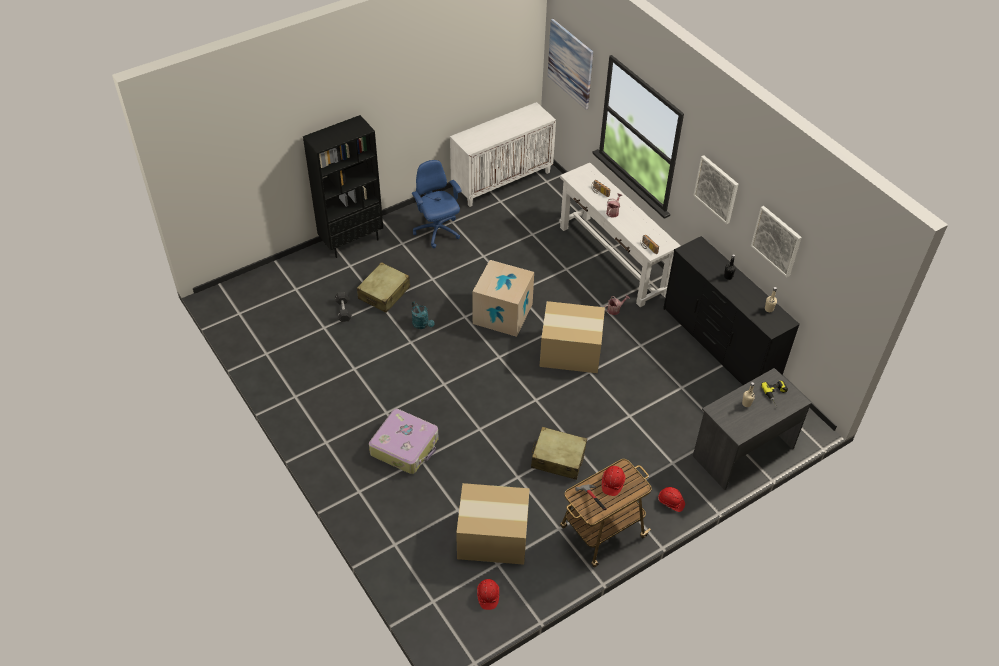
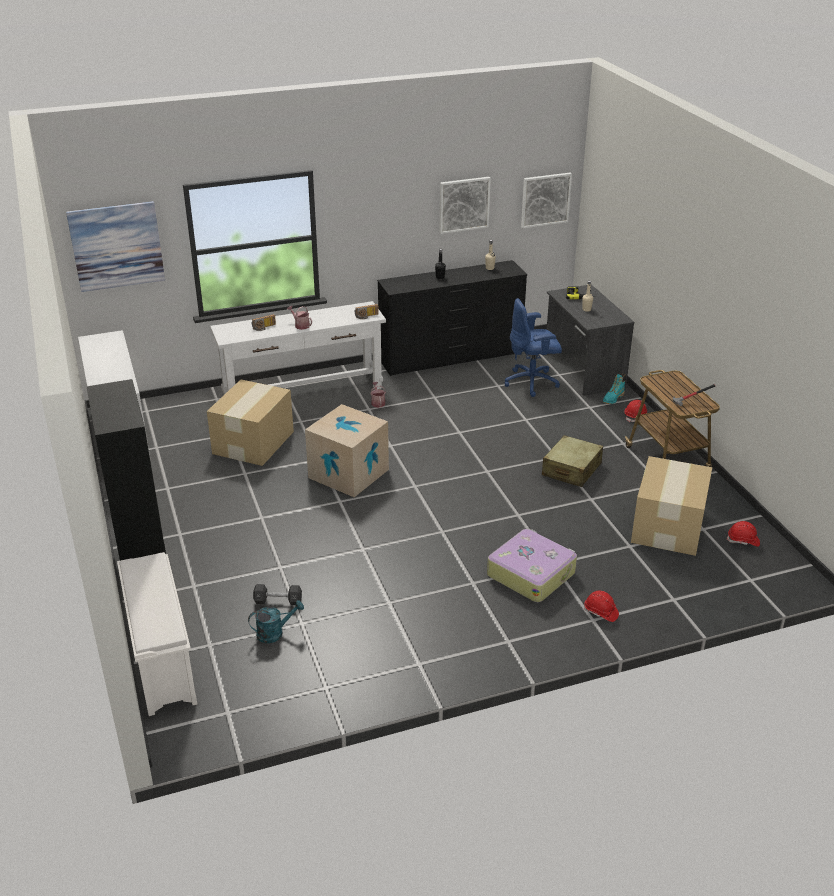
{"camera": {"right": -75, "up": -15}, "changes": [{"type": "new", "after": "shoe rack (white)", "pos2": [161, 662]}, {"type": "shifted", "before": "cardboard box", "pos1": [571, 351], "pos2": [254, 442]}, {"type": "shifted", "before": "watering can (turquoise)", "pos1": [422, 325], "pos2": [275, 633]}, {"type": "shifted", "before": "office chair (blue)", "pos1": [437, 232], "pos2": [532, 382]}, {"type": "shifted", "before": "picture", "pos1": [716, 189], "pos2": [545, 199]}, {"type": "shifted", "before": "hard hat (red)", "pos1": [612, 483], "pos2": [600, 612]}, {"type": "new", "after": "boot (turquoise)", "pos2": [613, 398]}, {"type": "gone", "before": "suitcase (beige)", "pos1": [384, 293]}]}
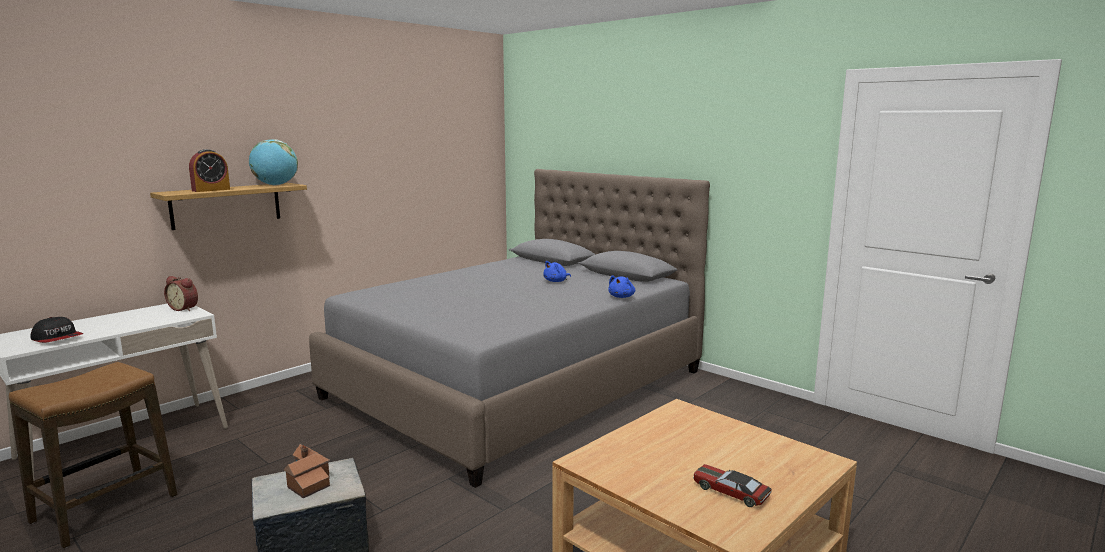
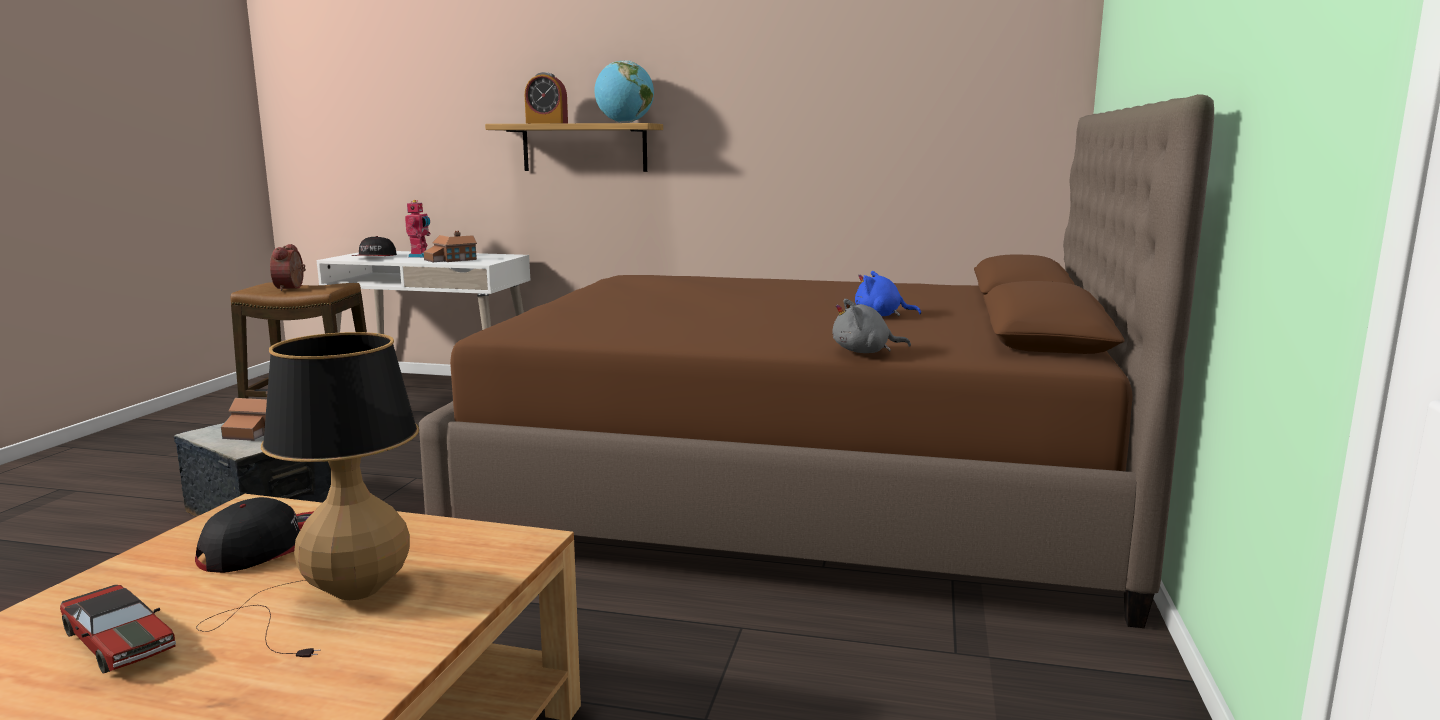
{"camera": {"right": 60, "up": 0}, "changes": [{"type": "rotated", "before": "toy car", "pos1": [730, 491], "pos2": [119, 642], "turn": 120}, {"type": "new", "after": "cap", "pos2": [269, 546]}, {"type": "new", "after": "table lamp", "pos2": [338, 597]}, {"type": "shifted", "before": "alarm clock", "pos1": [185, 308], "pos2": [292, 288]}, {"type": "new", "after": "toy robot", "pos2": [420, 256]}, {"type": "repainted", "before": "bed (grey)", "after": "bed (brown)", "pos1": [518, 384], "pos2": [799, 490]}, {"type": "new", "after": "toy house", "pos2": [450, 260]}, {"type": "repainted", "before": "plush toy (blue)", "after": "plush toy (grey)", "pos1": [622, 297], "pos2": [864, 352]}]}
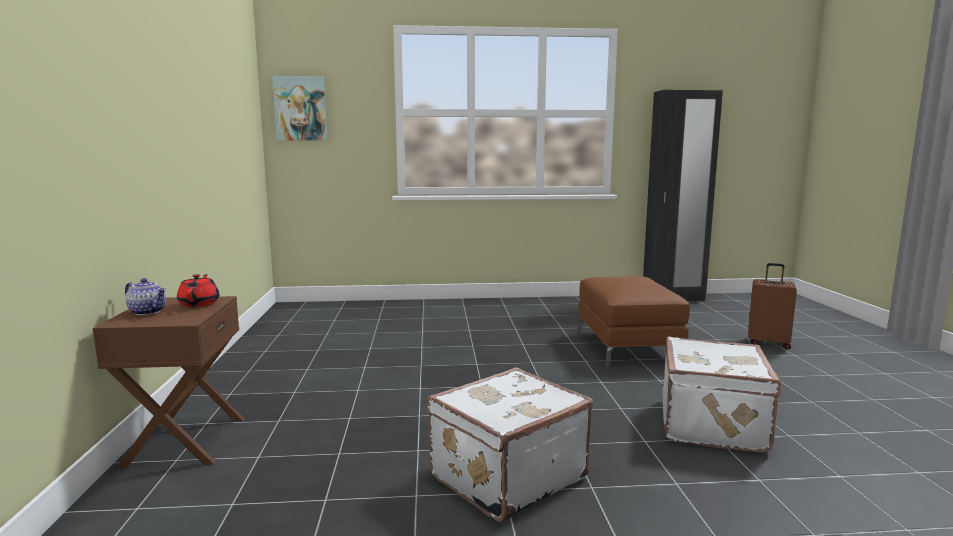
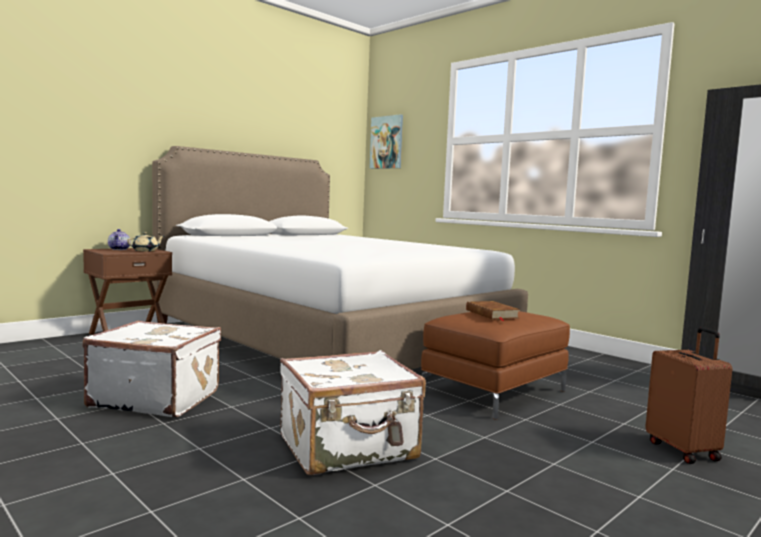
{"camera": {"right": 50, "up": -5}, "changes": [{"type": "repainted", "before": "teapot (red)", "after": "teapot (beige)", "pos1": [199, 303], "pos2": [146, 251]}, {"type": "new", "after": "bed (white)", "pos2": [327, 340]}, {"type": "new", "after": "book (brown)", "pos2": [491, 314]}]}
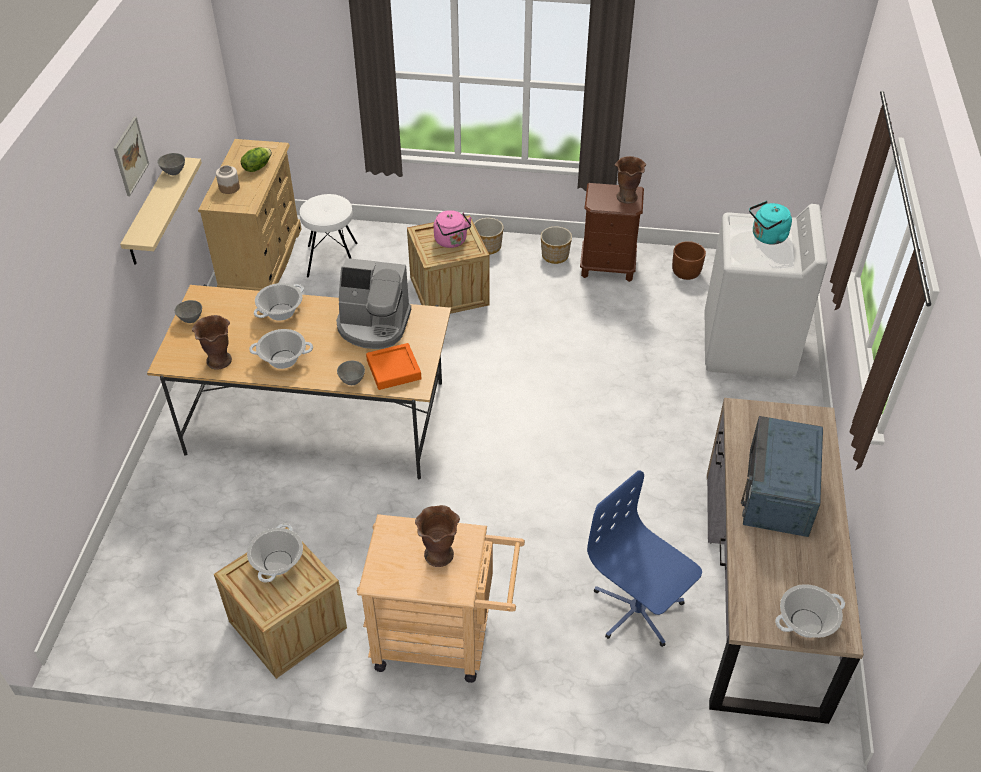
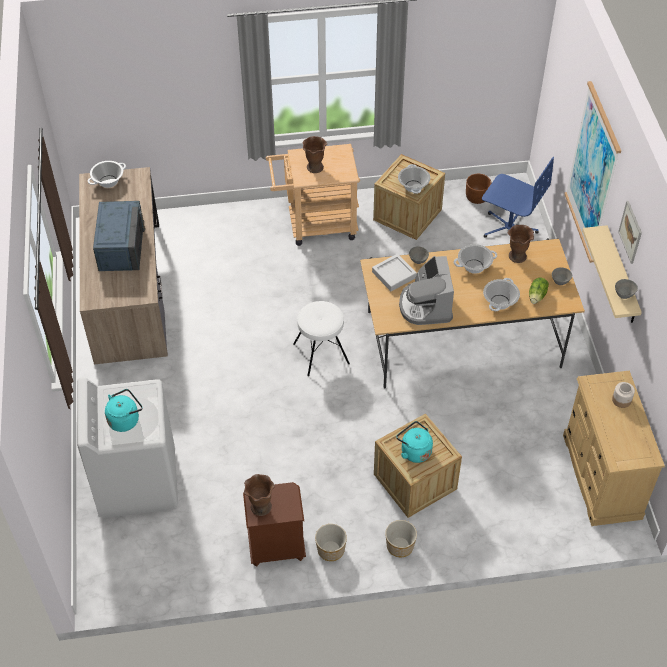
{"camera": {"right": 165, "up": 5}, "changes": [{"type": "shifted", "before": "stool (white)", "pos1": [332, 260], "pos2": [321, 353]}, {"type": "repainted", "before": "tray (orange)", "after": "tray (grey)", "pos1": [394, 370], "pos2": [394, 275]}, {"type": "repainted", "before": "kettle (pink)", "after": "kettle (turquoise)", "pos1": [452, 241], "pos2": [414, 451]}, {"type": "rotated", "before": "coffee machine", "pos1": [373, 325], "pos2": [426, 306], "turn": -90}, {"type": "shifted", "before": "planter (brown)", "pos1": [686, 272], "pos2": [477, 197]}, {"type": "shifted", "before": "office chair (blue)", "pos1": [637, 610], "pos2": [509, 228]}, {"type": "shifted", "before": "lettuce", "pos1": [257, 167], "pos2": [537, 296]}, {"type": "new", "after": "picture", "pos2": [592, 173]}]}
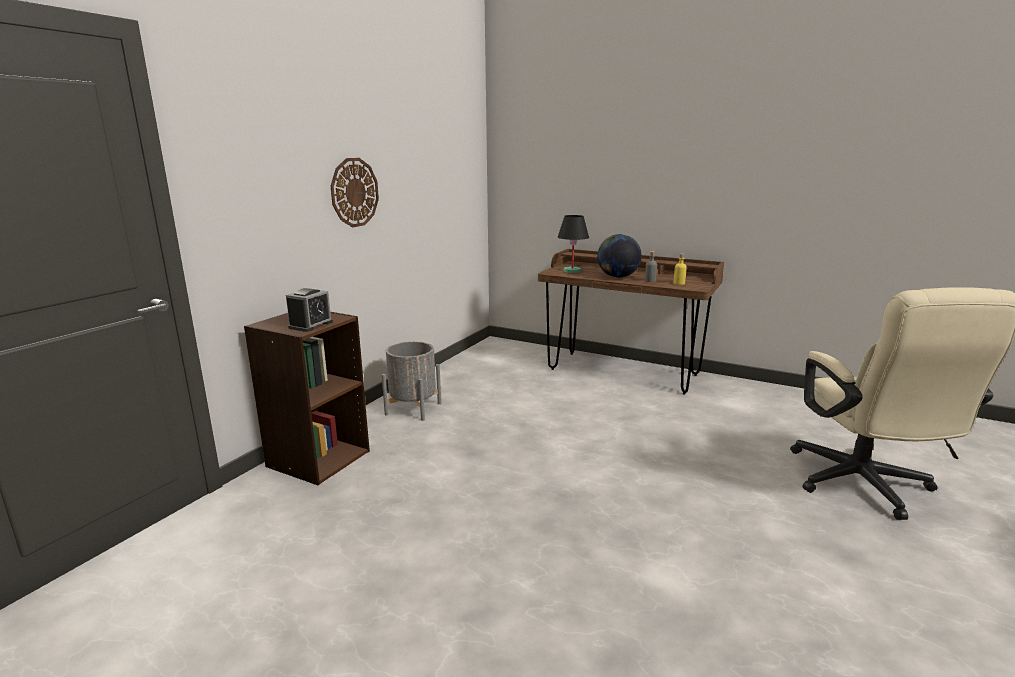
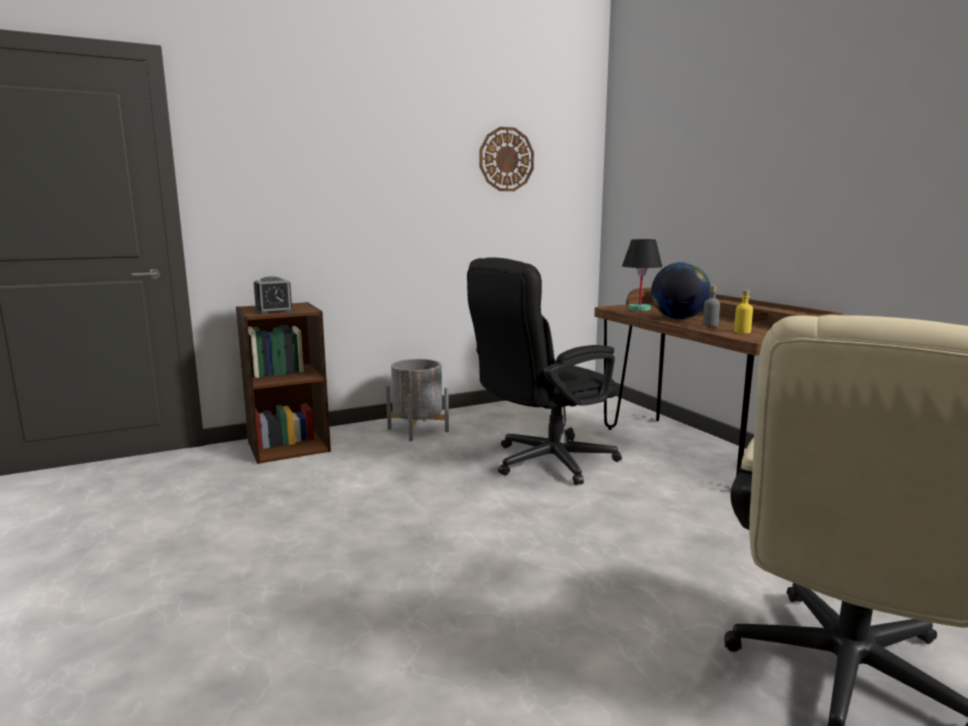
{"camera": {"right": 35, "up": -5}, "changes": [{"type": "new", "after": "office chair (black)", "pos2": [543, 463]}, {"type": "shifted", "before": "wall clock", "pos1": [354, 192], "pos2": [506, 159]}]}
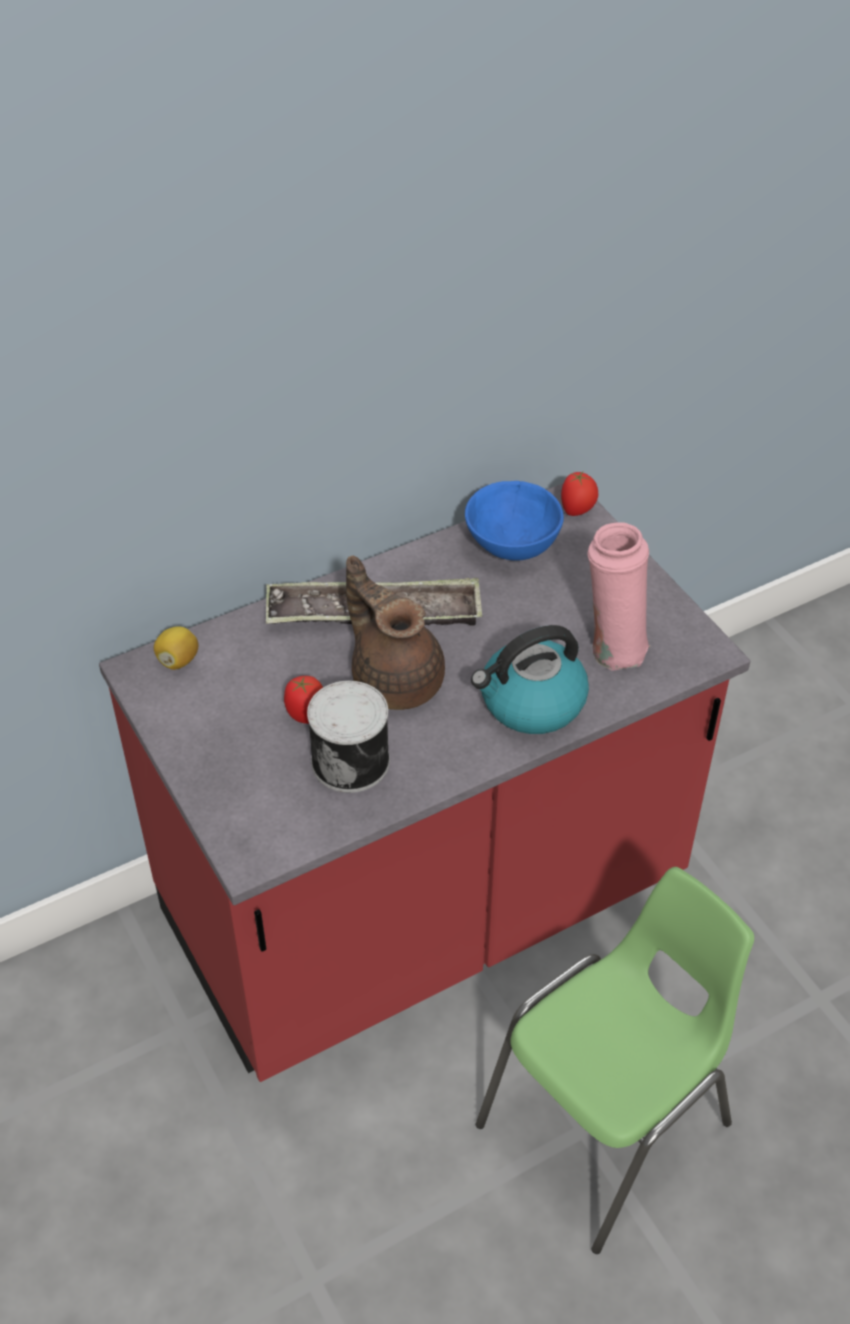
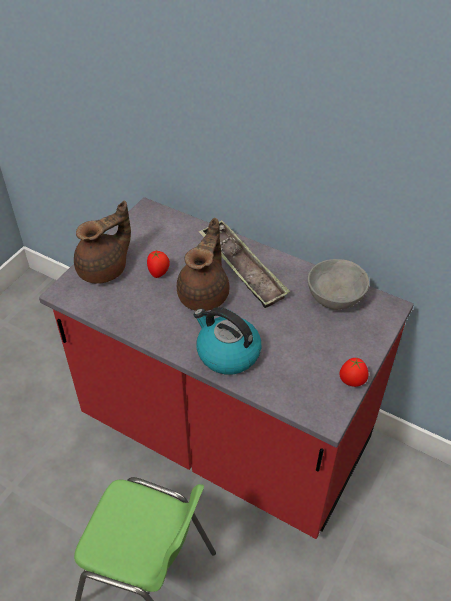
{"camera": {"right": 60, "up": 0}, "changes": [{"type": "new", "after": "teapot (brown)", "pos2": [105, 269]}, {"type": "repainted", "before": "bowl (blue)", "after": "bowl (grey)", "pos1": [511, 546], "pos2": [334, 298]}, {"type": "shifted", "before": "tomato", "pos1": [577, 510], "pos2": [352, 382]}, {"type": "gone", "before": "lemon", "pos1": [178, 660]}, {"type": "gone", "before": "can", "pos1": [352, 760]}, {"type": "gone", "before": "vase (pink)", "pos1": [613, 647]}]}
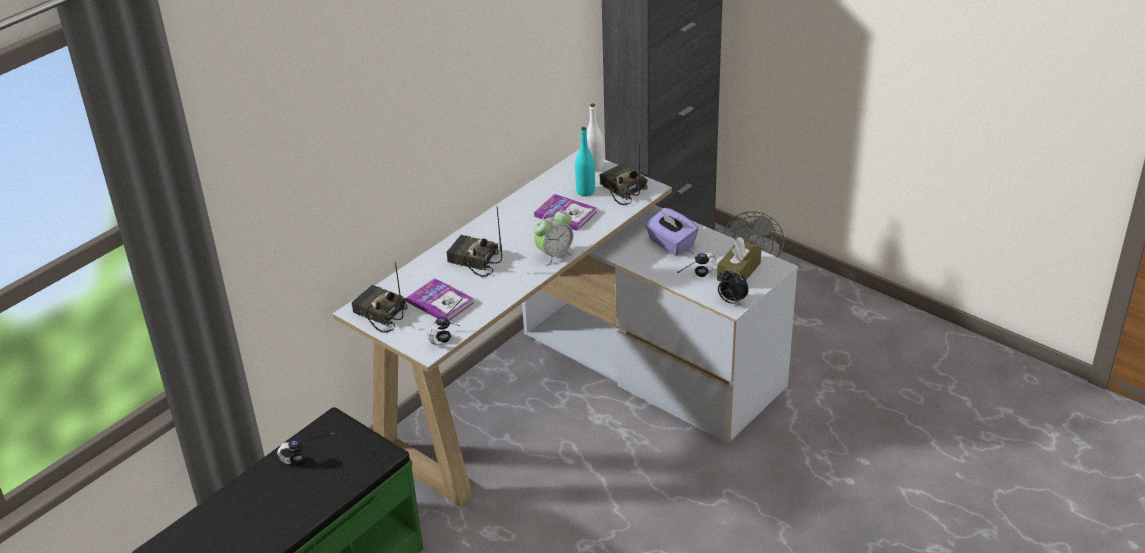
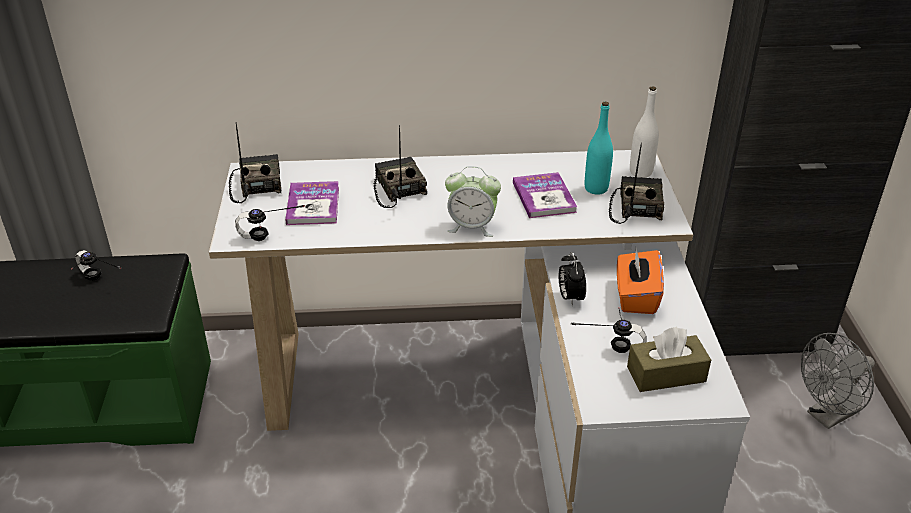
{"camera": {"right": 45, "up": 0}, "changes": [{"type": "shifted", "before": "alarm clock", "pos1": [731, 301], "pos2": [570, 297]}, {"type": "repainted", "before": "tissue box (purple)", "after": "tissue box (orange)", "pos1": [670, 243], "pos2": [636, 297]}]}
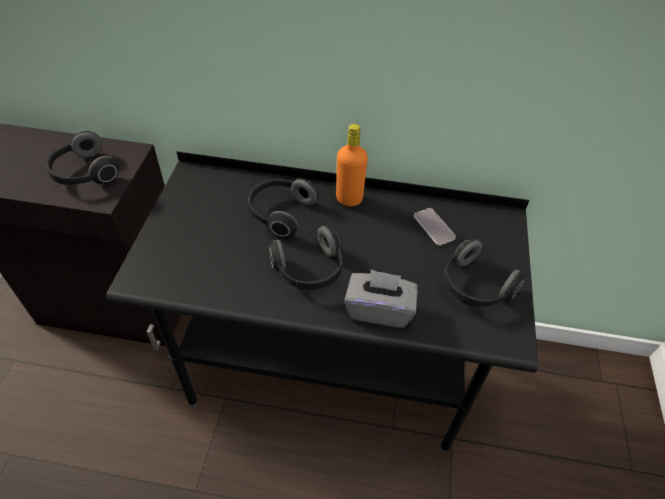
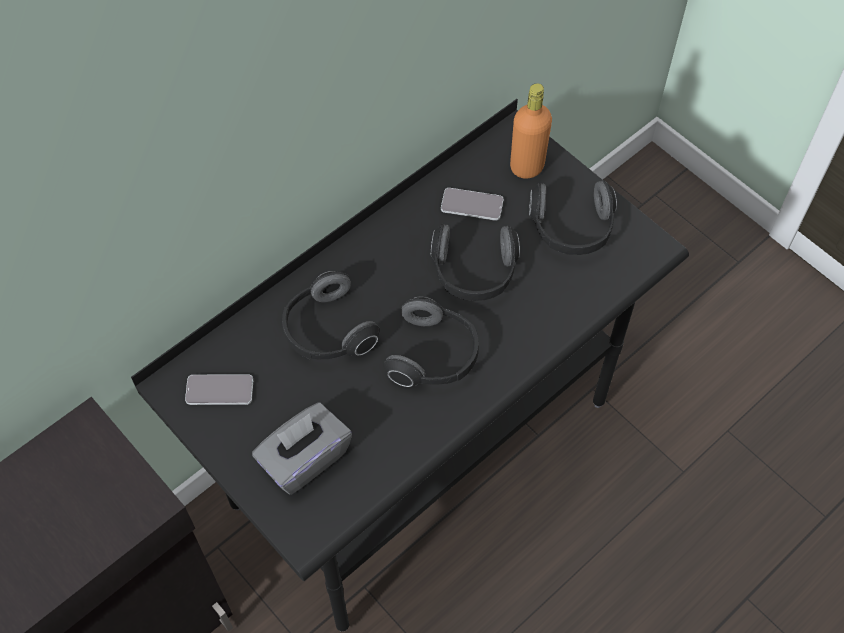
{"camera": {"right": -50, "up": 10}, "changes": [{"type": "new", "after": "phone", "pos2": [219, 390]}, {"type": "shifted", "before": "tissue box (grey)", "pos1": [379, 310], "pos2": [304, 459]}, {"type": "shifted", "before": "headphones", "pos1": [84, 173], "pos2": [474, 274]}, {"type": "shifted", "before": "bottle (orange)", "pos1": [349, 199], "pos2": [527, 167]}]}
